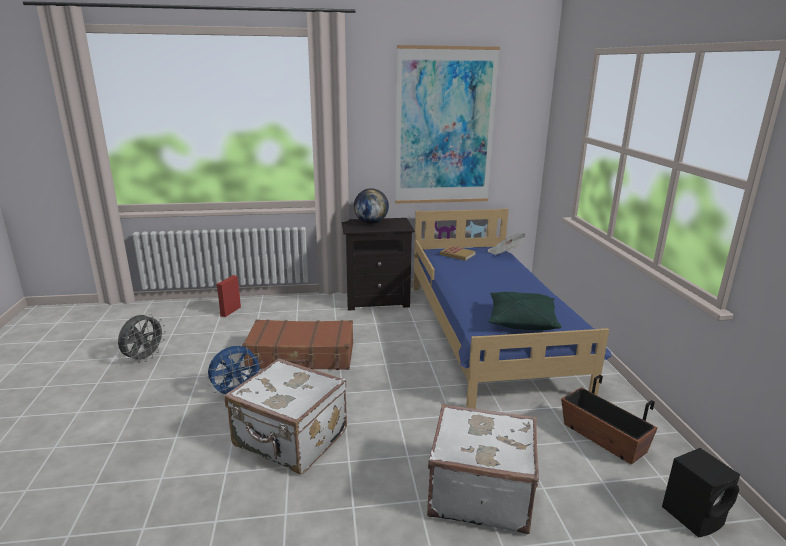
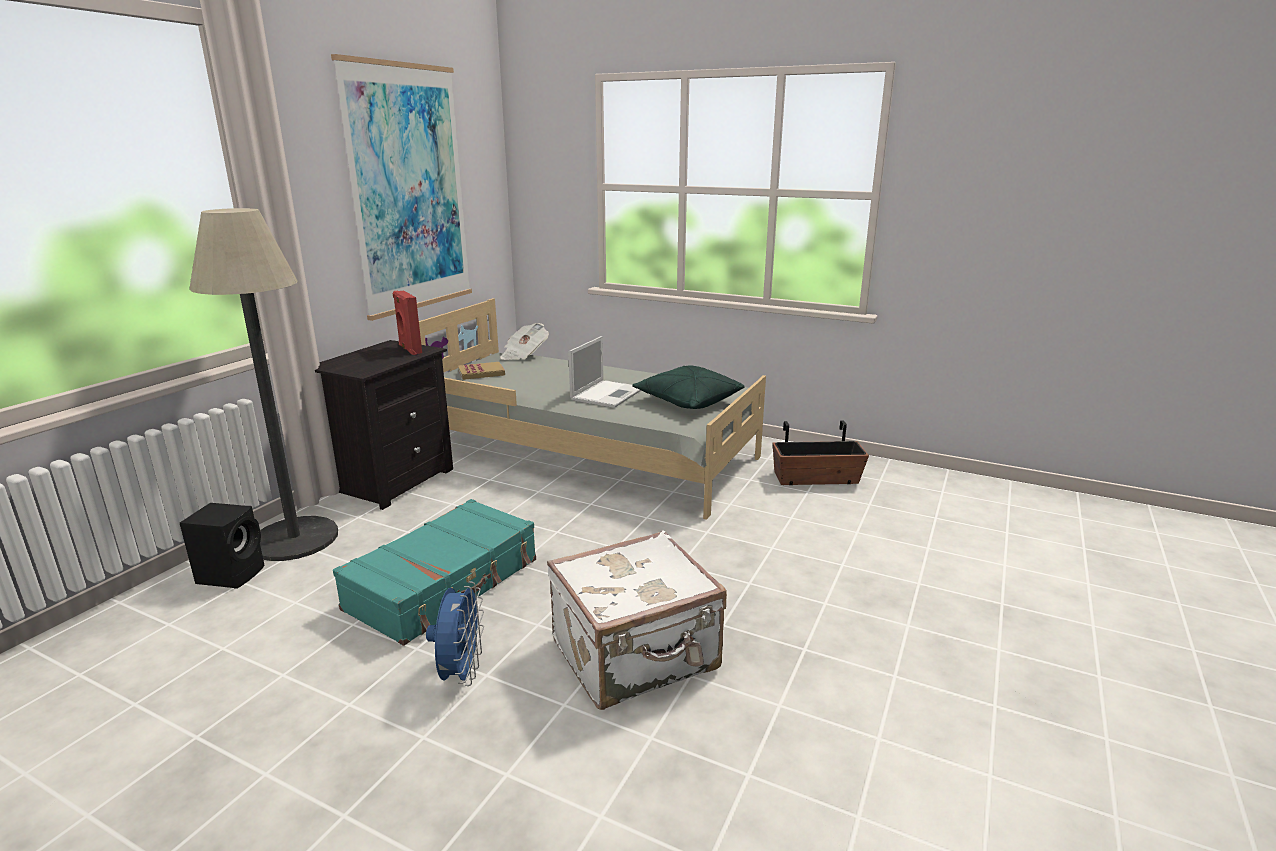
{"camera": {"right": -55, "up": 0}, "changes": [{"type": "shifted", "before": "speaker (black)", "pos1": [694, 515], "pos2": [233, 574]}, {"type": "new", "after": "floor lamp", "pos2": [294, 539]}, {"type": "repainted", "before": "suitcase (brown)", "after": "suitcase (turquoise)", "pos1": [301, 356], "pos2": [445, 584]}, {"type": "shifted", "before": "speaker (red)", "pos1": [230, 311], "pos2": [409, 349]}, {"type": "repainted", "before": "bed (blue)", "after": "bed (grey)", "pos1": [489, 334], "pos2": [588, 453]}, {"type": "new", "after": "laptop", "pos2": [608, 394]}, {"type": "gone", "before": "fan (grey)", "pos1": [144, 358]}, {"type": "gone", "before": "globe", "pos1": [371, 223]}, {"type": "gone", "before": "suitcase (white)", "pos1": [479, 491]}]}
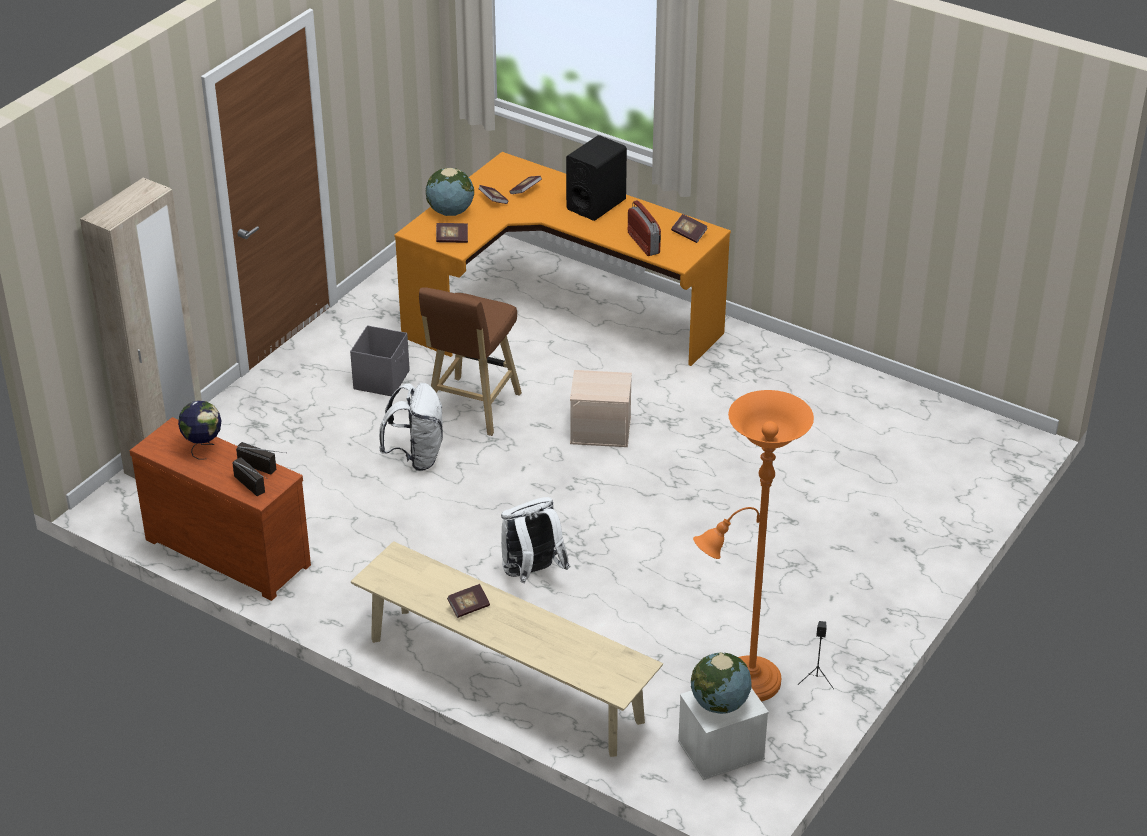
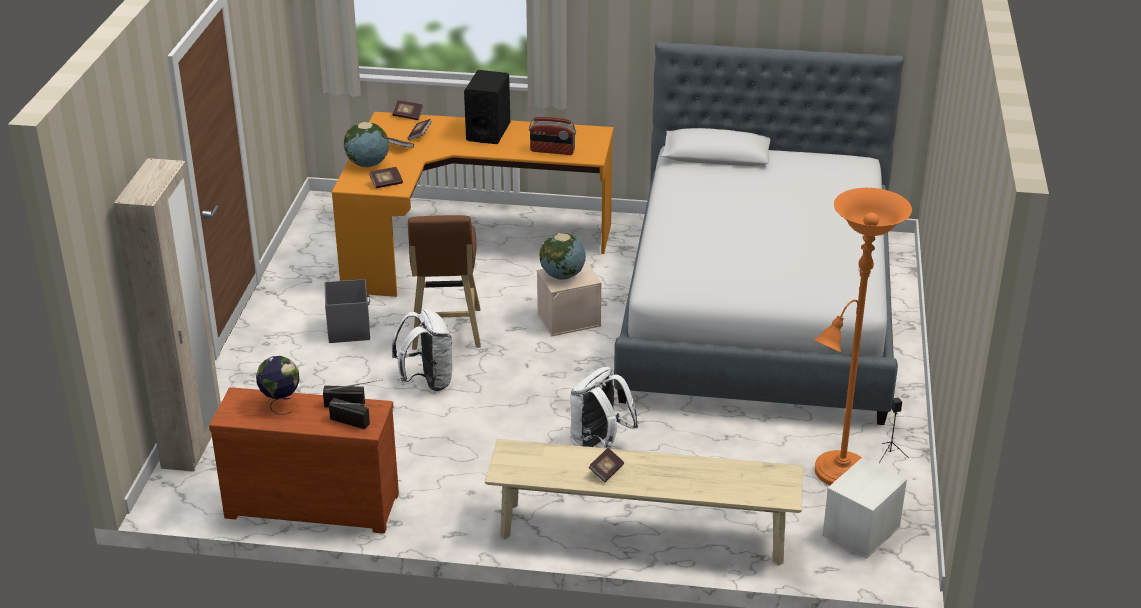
{"camera": {"right": -25, "up": -5}, "changes": [{"type": "shifted", "before": "book", "pos1": [689, 234], "pos2": [408, 116]}, {"type": "rotated", "before": "radio", "pos1": [644, 243], "pos2": [552, 151], "turn": 150}, {"type": "shifted", "before": "globe", "pos1": [719, 704], "pos2": [562, 275]}, {"type": "new", "after": "bed", "pos2": [758, 311]}]}
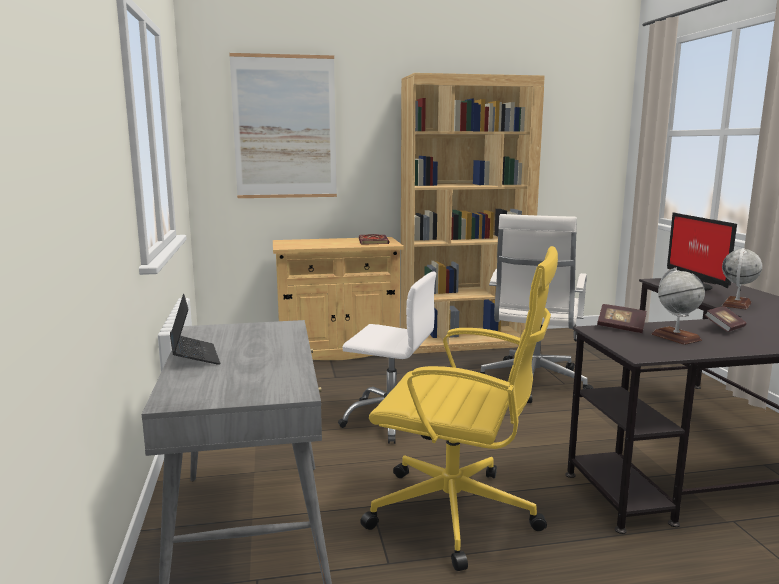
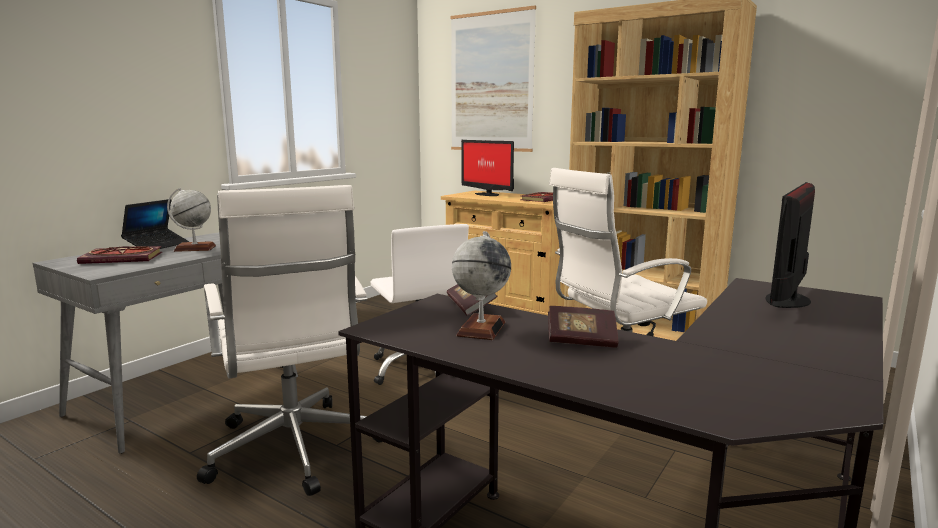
{"camera": {"right": 45, "up": 0}, "changes": [{"type": "new", "after": "book", "pos2": [124, 258]}, {"type": "shifted", "before": "globe", "pos1": [736, 304], "pos2": [195, 248]}, {"type": "repainted", "before": "office chair (yellow)", "after": "office chair (white)", "pos1": [458, 514], "pos2": [294, 450]}, {"type": "new", "after": "monitor", "pos2": [487, 194]}]}
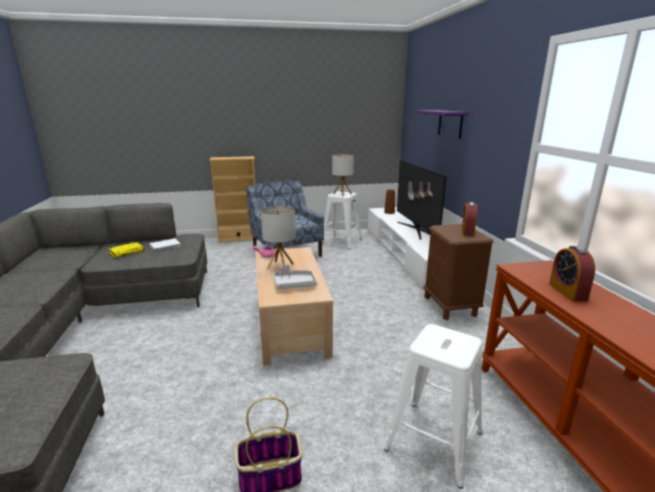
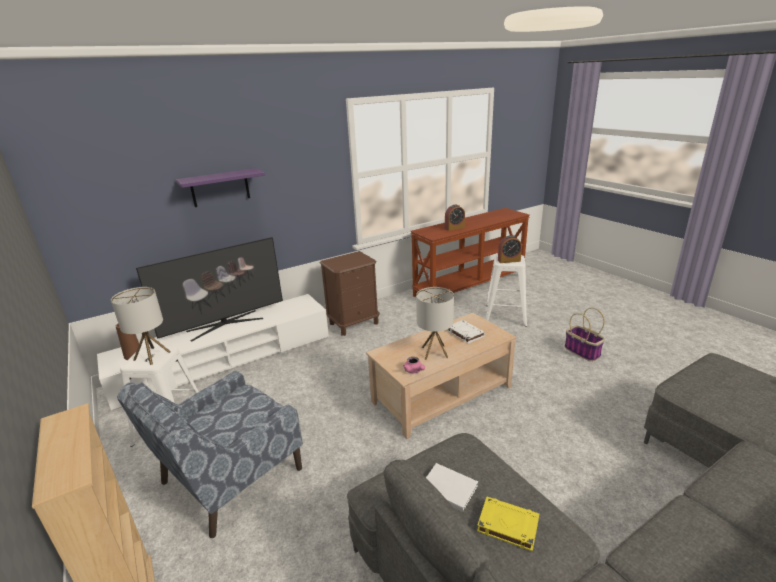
{"camera": {"right": -110, "up": 5}, "changes": [{"type": "swapped", "before": "tray (grey)", "after": "book (white)", "pos1": [294, 284], "pos2": [465, 333]}, {"type": "shifted", "before": "alarm clock", "pos1": [467, 232], "pos2": [509, 260]}]}
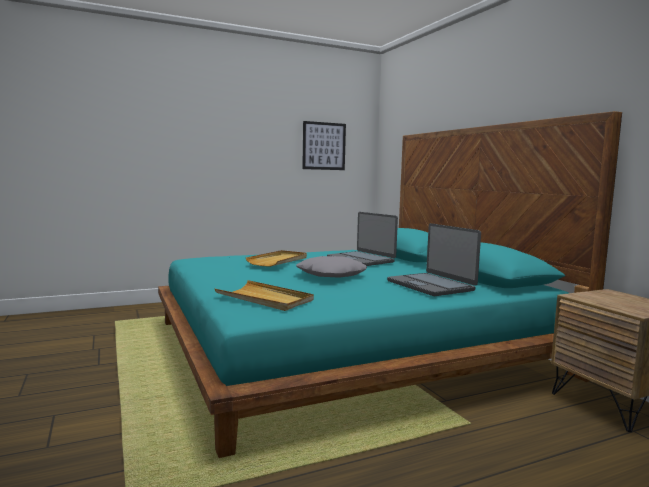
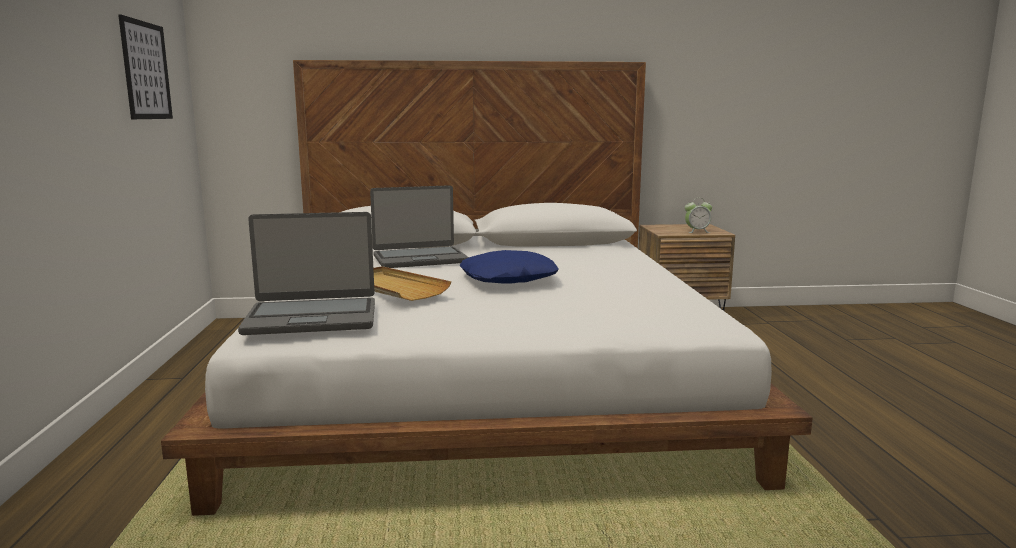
{"camera": {"right": -70, "up": 5}, "changes": [{"type": "repainted", "before": "bed (turquoise)", "after": "bed (white)", "pos1": [346, 347], "pos2": [483, 379]}, {"type": "shifted", "before": "laptop", "pos1": [431, 285], "pos2": [312, 318]}, {"type": "repainted", "before": "pillow (grey)", "after": "pillow (blue)", "pos1": [331, 274], "pos2": [508, 278]}, {"type": "new", "after": "alarm clock", "pos2": [697, 231]}, {"type": "gone", "before": "tray (beige)", "pos1": [264, 299]}]}
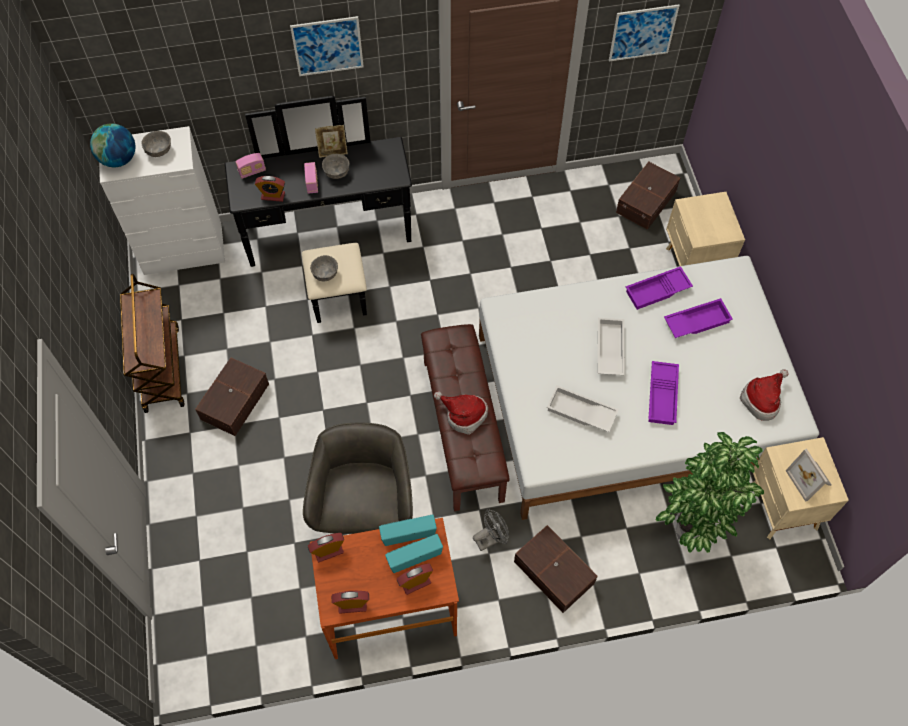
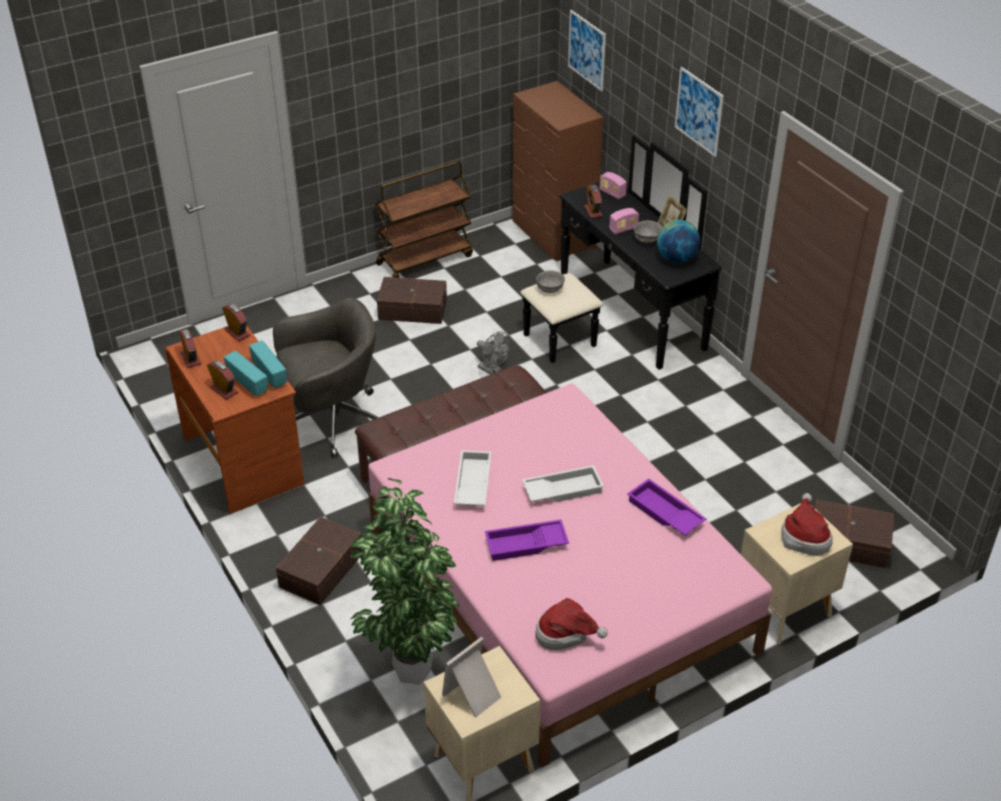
{"camera": {"right": 70, "up": -20}, "changes": [{"type": "repainted", "before": "bed (white)", "after": "bed (pink)", "pos1": [632, 401], "pos2": [558, 589]}, {"type": "shifted", "before": "fan (grey)", "pos1": [490, 538], "pos2": [493, 370]}, {"type": "repainted", "before": "dresser (white)", "after": "dresser (brown)", "pos1": [184, 250], "pos2": [554, 235]}, {"type": "shifted", "before": "picture", "pos1": [643, 33], "pos2": [587, 50]}, {"type": "shifted", "before": "globe", "pos1": [119, 159], "pos2": [676, 259]}, {"type": "shifted", "before": "hat", "pos1": [463, 415], "pos2": [804, 536]}, {"type": "gone", "before": "bowl (grey)", "pos1": [159, 151]}, {"type": "gone", "before": "tray (purple)", "pos1": [696, 321]}]}
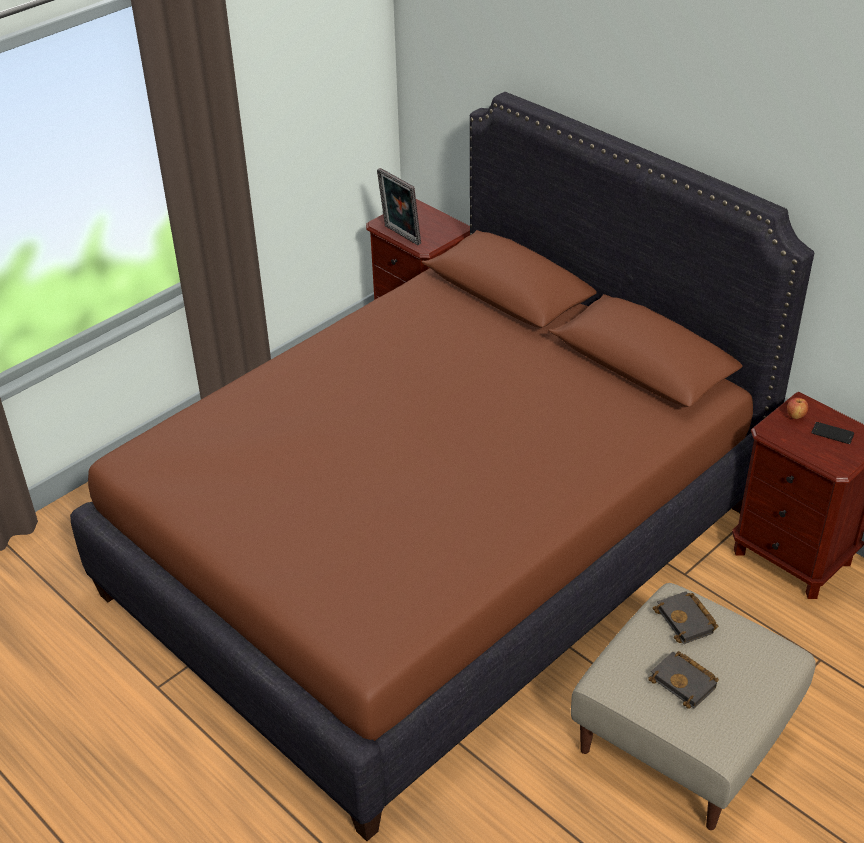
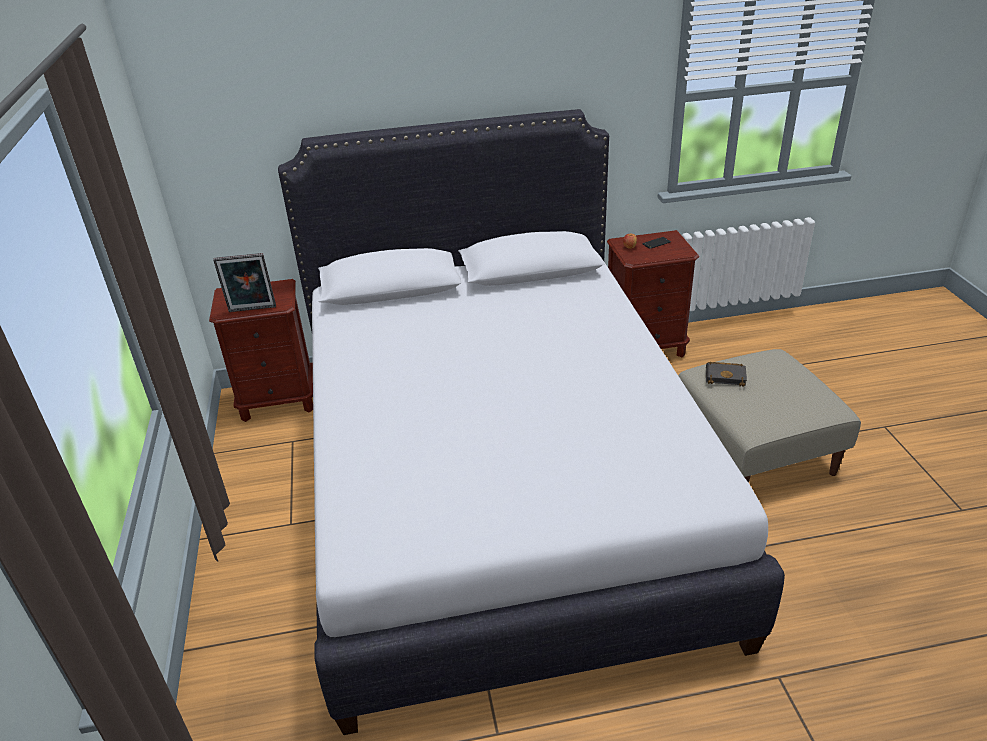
{"camera": {"right": -55, "up": -5}, "changes": [{"type": "repainted", "before": "bed (brown)", "after": "bed (white)", "pos1": [435, 548], "pos2": [498, 488]}, {"type": "gone", "before": "book (black)", "pos1": [685, 682]}]}
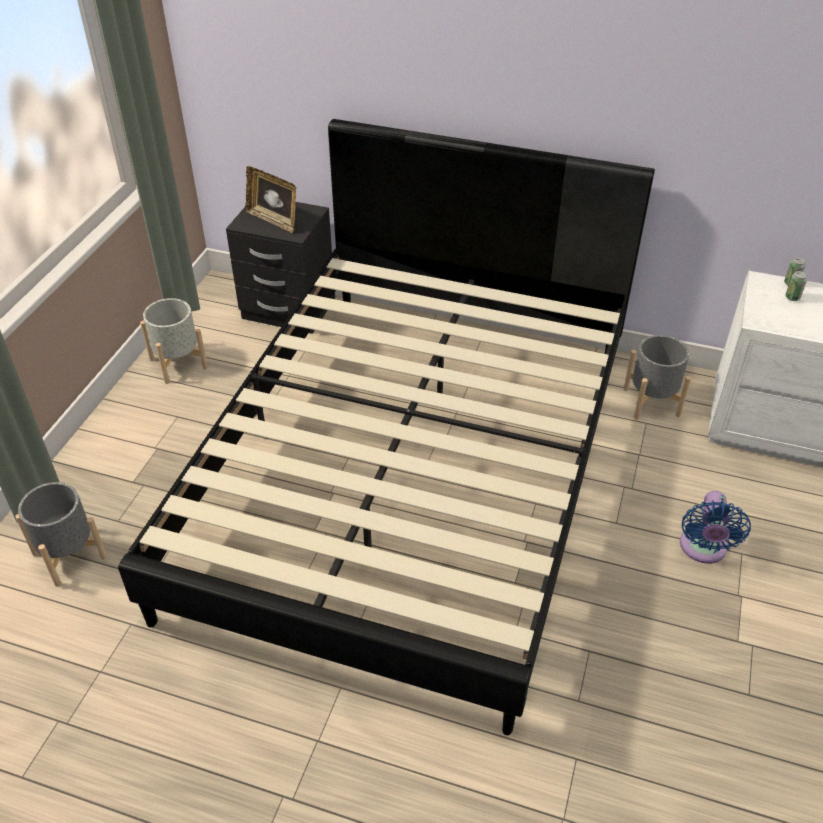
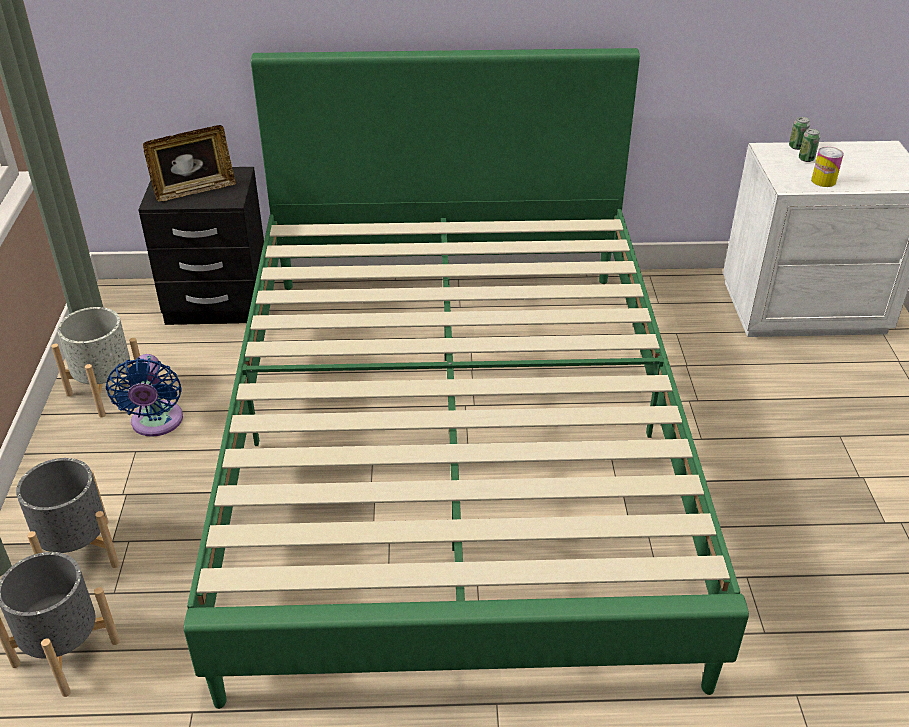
{"camera": {"right": -20, "up": -5}, "changes": [{"type": "shifted", "before": "planter (grey)", "pos1": [652, 402], "pos2": [79, 553]}, {"type": "shifted", "before": "fan (blue)", "pos1": [703, 549], "pos2": [156, 423]}, {"type": "rotated", "before": "picture frame", "pos1": [274, 220], "pos2": [194, 190], "turn": -45}, {"type": "repainted", "before": "bed (black)", "after": "bed (green)", "pos1": [413, 472], "pos2": [456, 442]}, {"type": "new", "after": "can", "pos2": [823, 181]}]}
